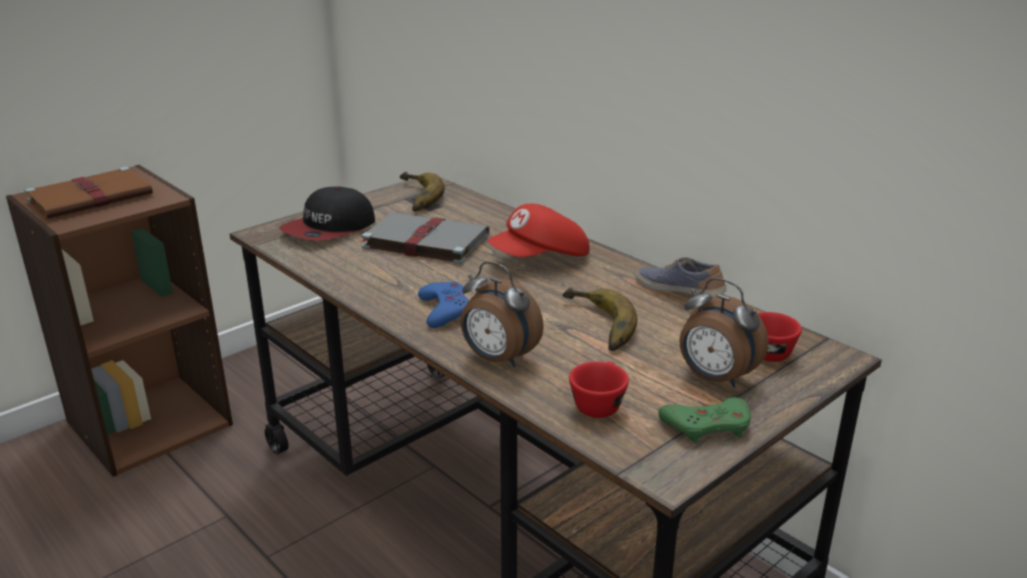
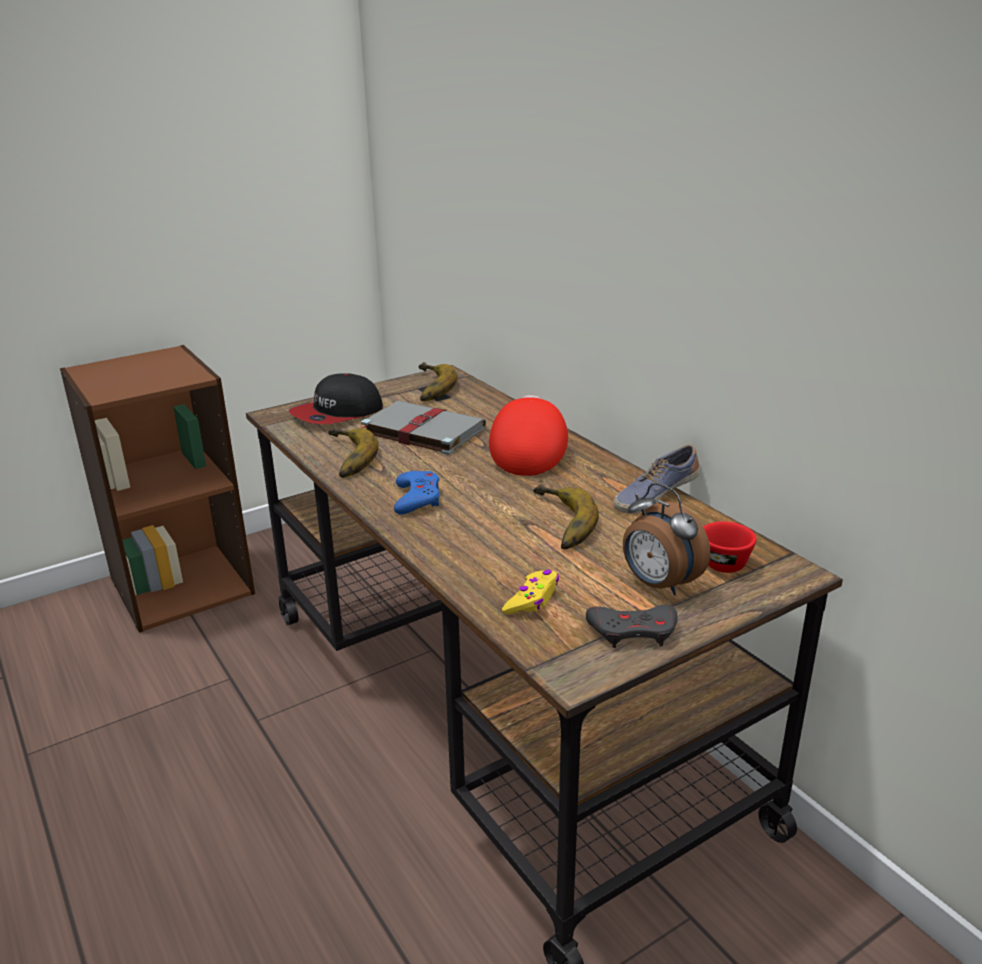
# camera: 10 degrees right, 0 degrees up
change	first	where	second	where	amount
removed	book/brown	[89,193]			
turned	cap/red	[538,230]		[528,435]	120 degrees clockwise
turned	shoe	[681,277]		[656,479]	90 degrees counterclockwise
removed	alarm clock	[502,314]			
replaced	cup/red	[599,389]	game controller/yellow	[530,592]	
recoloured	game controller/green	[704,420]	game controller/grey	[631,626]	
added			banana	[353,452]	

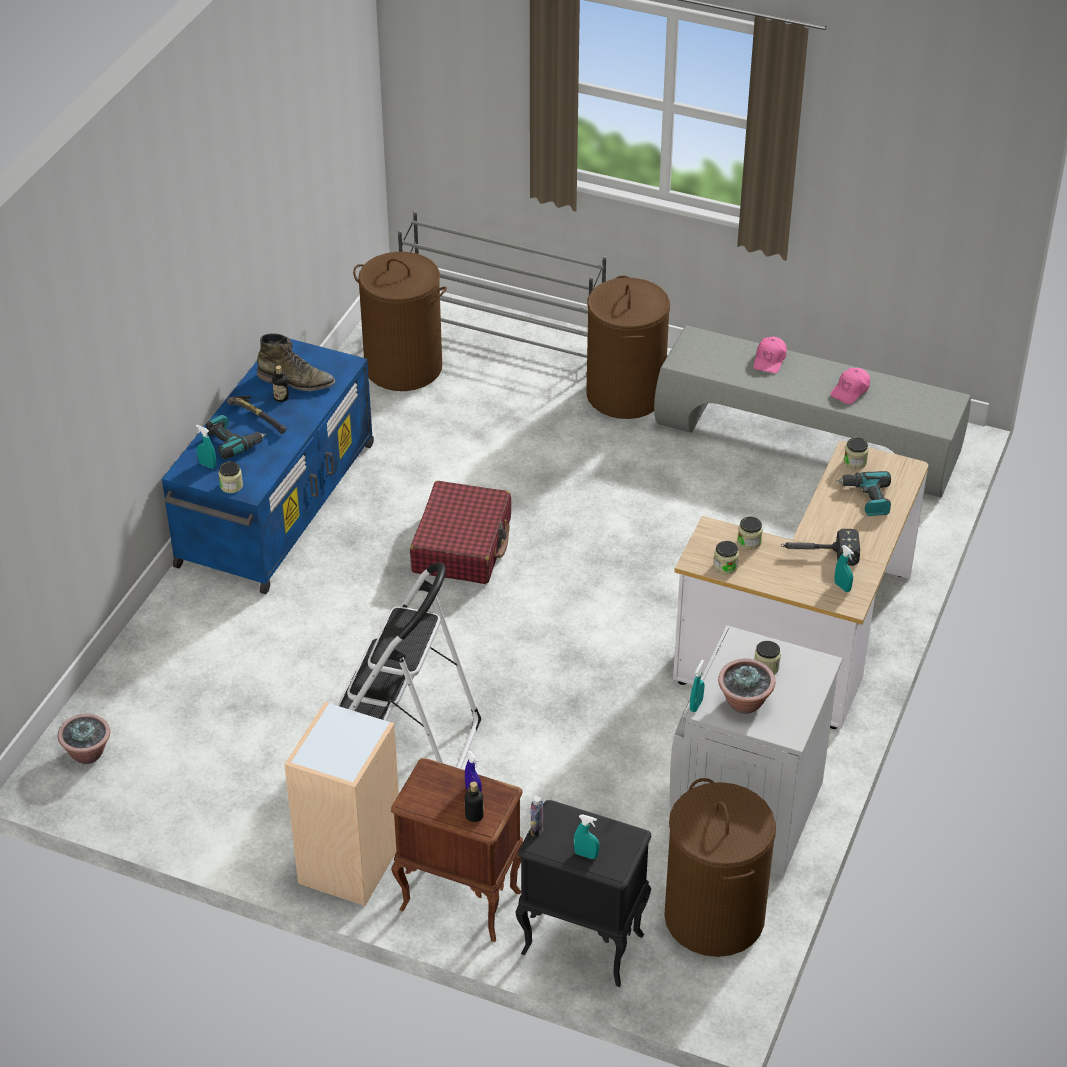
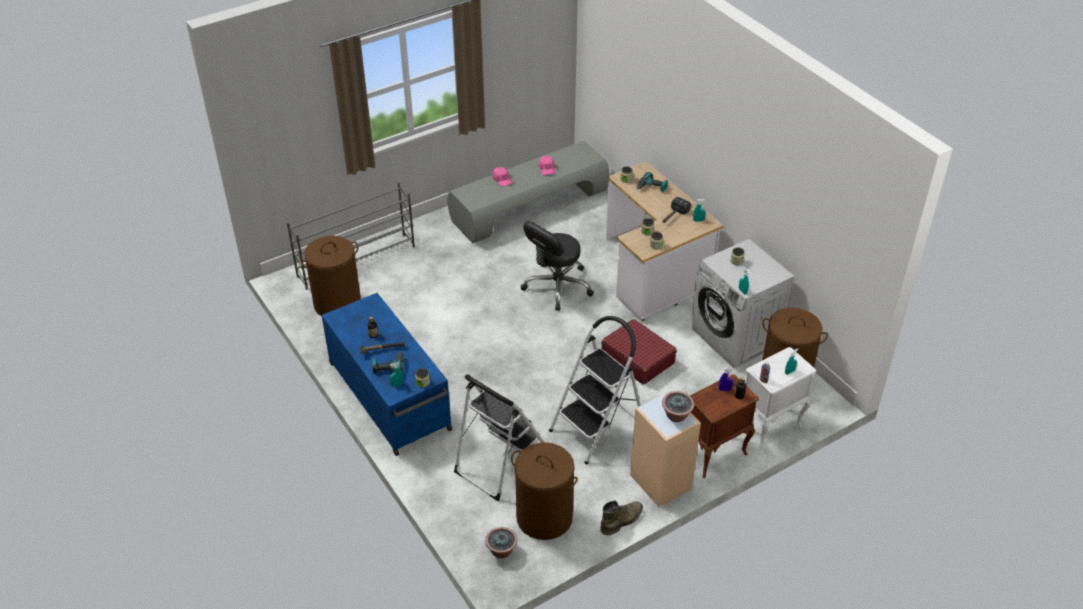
# camera: 55 degrees left, 0 degrees up
change	first	where	second	where	amount
moved	laundry basket/brown	[628,347]		[544,491]	
moved	boot/green	[296,362]		[621,517]	
moved	suitcase/red	[460,532]		[639,352]	
moved	potted plant	[746,686]		[678,406]	
recoloured	nightstand/black	[583,893]	nightstand/white	[781,398]	
added			office chair/black	[557,266]	
added			step ladder	[499,437]	

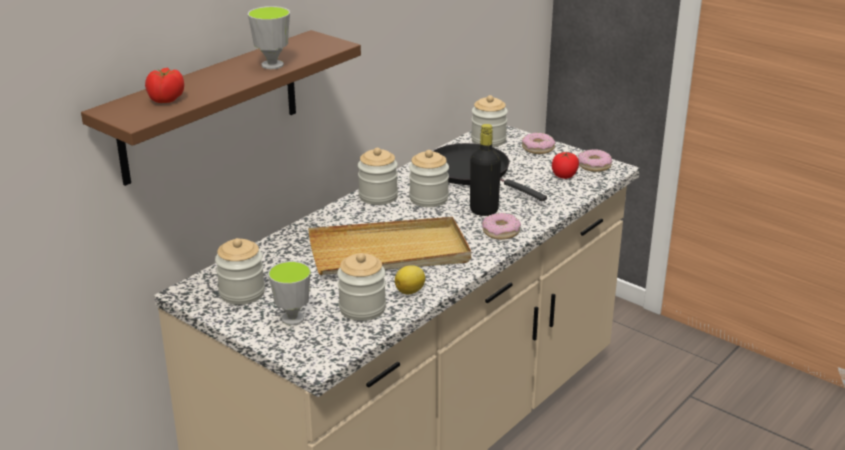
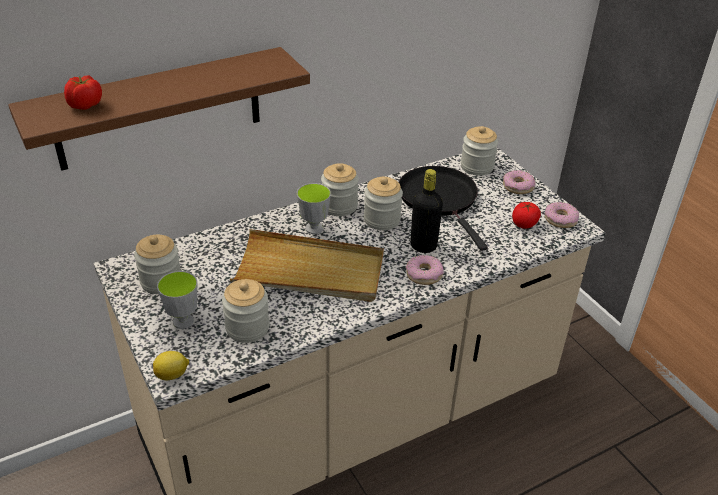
# camera: 20 degrees right, 10 degrees up
change	first	where	second	where	amount
moved	cup	[269,37]		[314,208]	
moved	lemon	[410,279]		[171,365]	

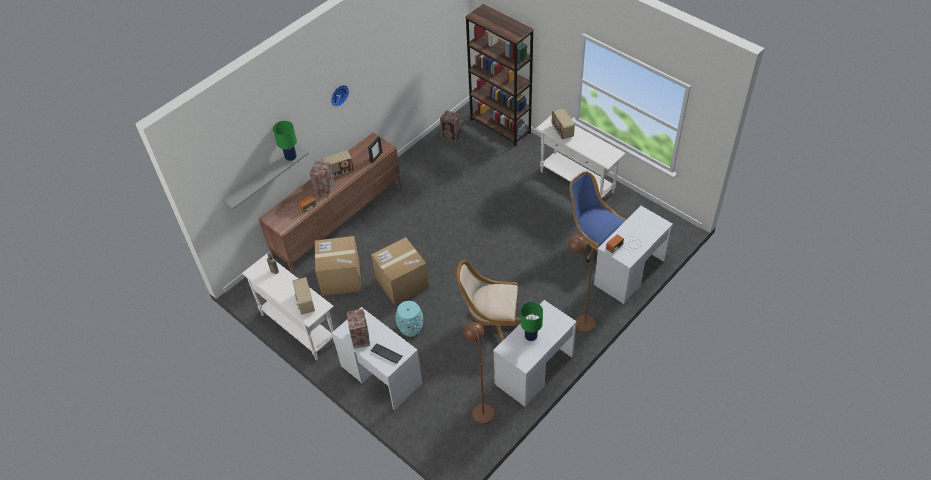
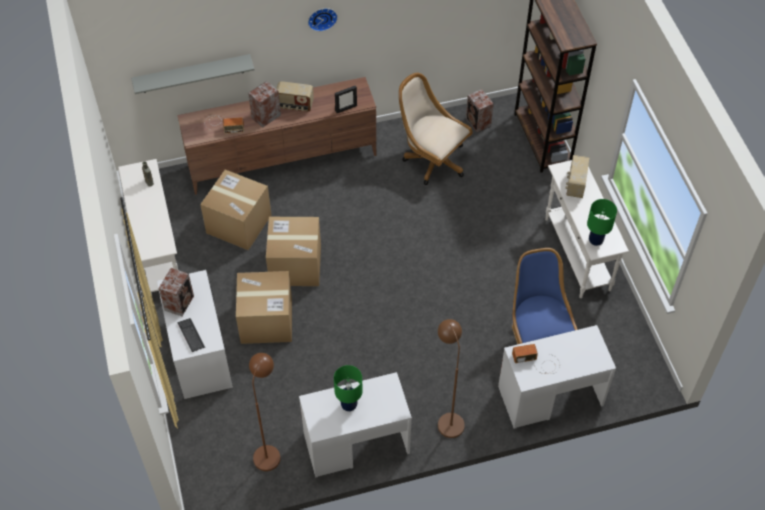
# camera: 30 degrees right, 5 degrees up
change	first	where	second	where	amount
moved	table lamp/green	[285,141]		[602,222]	
moved	office chair	[488,301]		[436,129]	
removed	radio	[303,296]			
replaced	stool/turquoise	[409,319]	cardboard box	[264,307]	

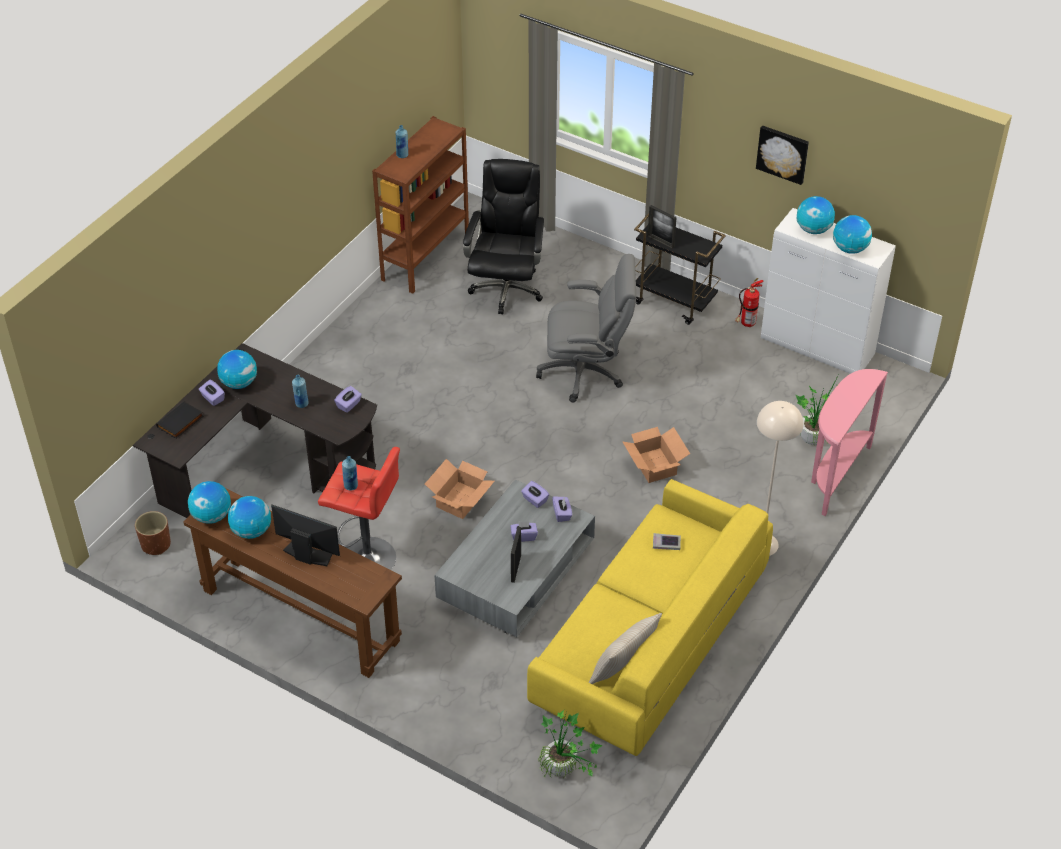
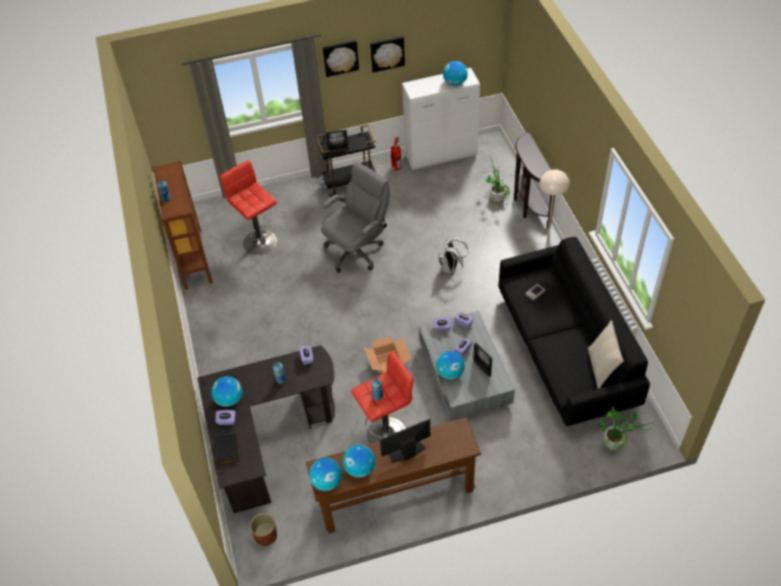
# camera: 45 degrees left, 5 degrees up
change	first	where	second	where	amount
replaced	office chair/black	[503,236]	stool/red	[248,207]	
moved	globe	[815,215]		[450,365]	
recoloured	console table/pink	[849,442]	console table/brown	[534,180]	
replaced	cardboard box	[656,455]	backpack/white	[453,255]	
recoloured	sofa/yellow	[650,617]	sofa/black	[574,331]	
added			picture	[341,58]	

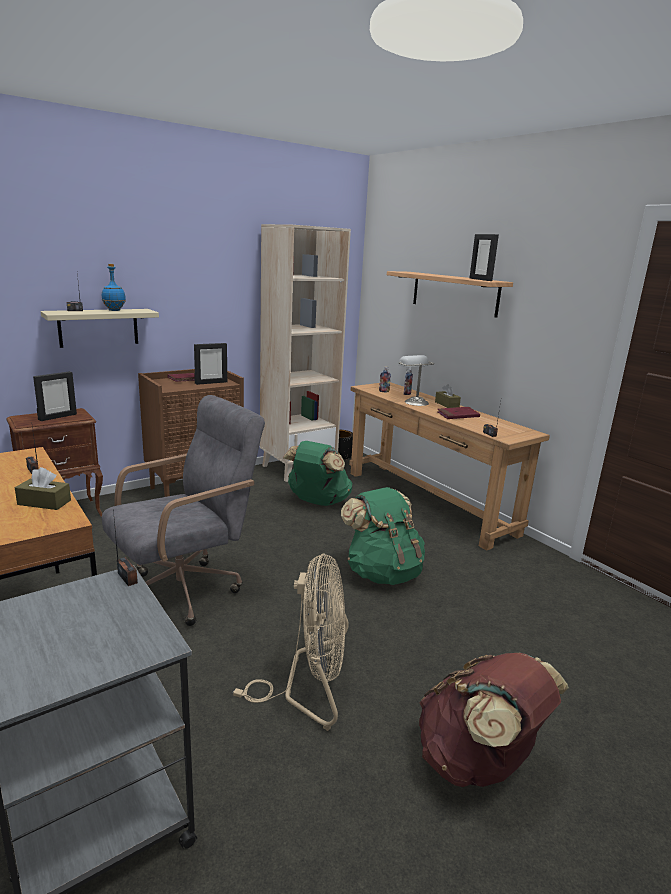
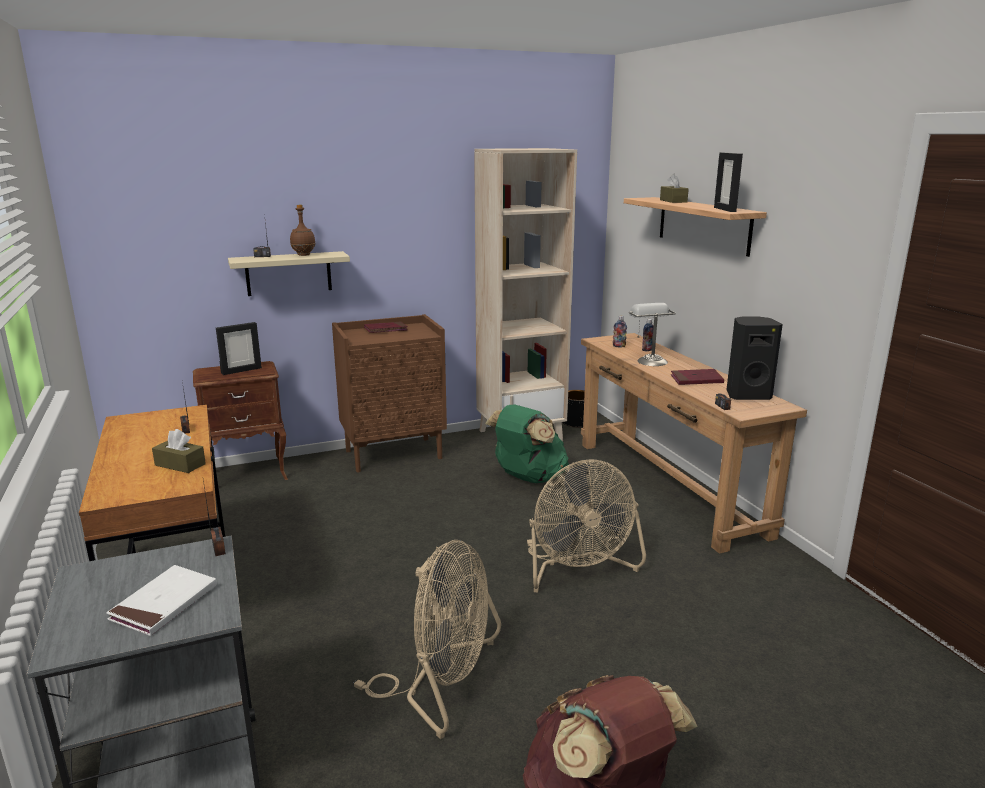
# camera: 15 degrees right, 0 degrees up
change	first	where	second	where	amount
recoloured	bottle/blue	[114,287]	bottle/brown	[303,230]	
removed	picture frame	[210,364]			
moved	tissue box/brown	[448,396]		[674,188]	
removed	office chair/grey	[183,510]			
replaced	backpack/green	[383,536]	fan/beige	[586,526]	
added			speaker/black	[755,358]	
added			book/white	[161,600]	

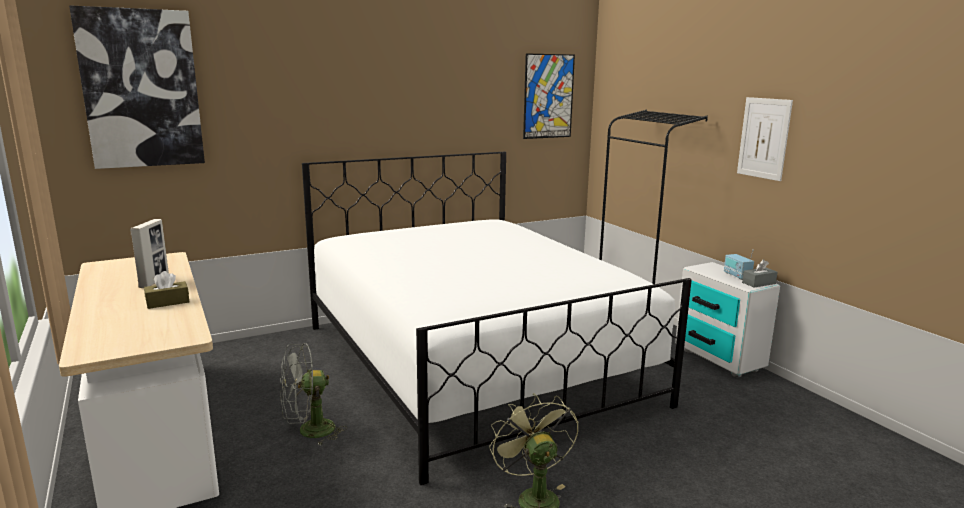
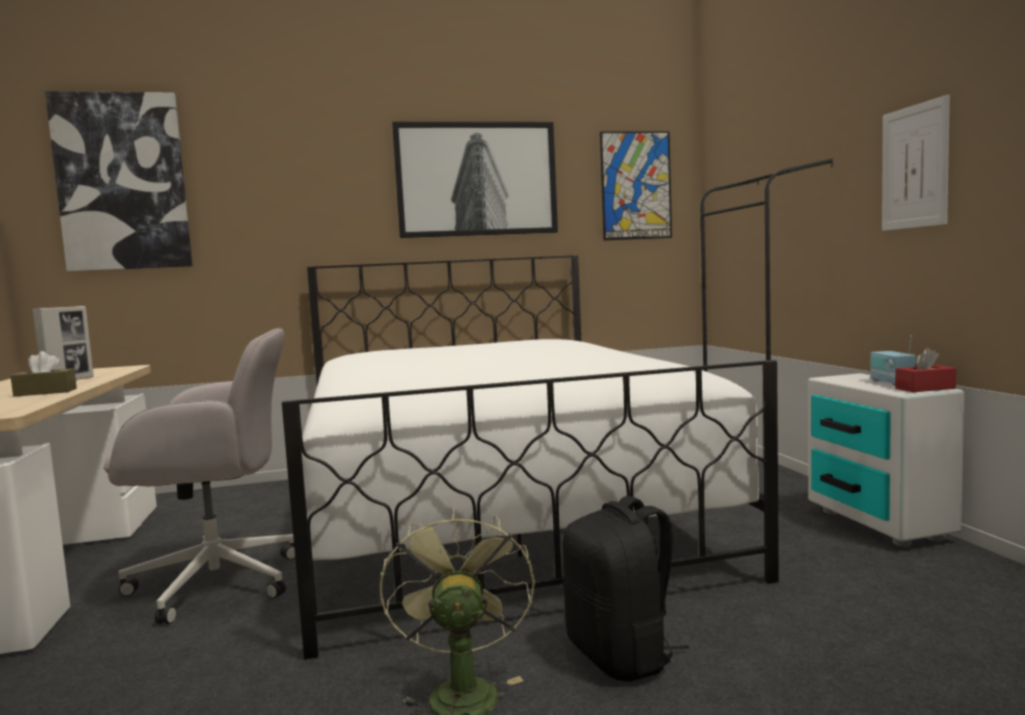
# camera: 15 degrees right, 10 degrees down
change	first	where	second	where	amount
recoloured	tissue box/grey	[760,273]	tissue box/red	[925,370]	
replaced	fan/grey	[313,394]	office chair/grey	[199,476]	
added			picture	[475,180]	
added			backpack/black	[626,589]	

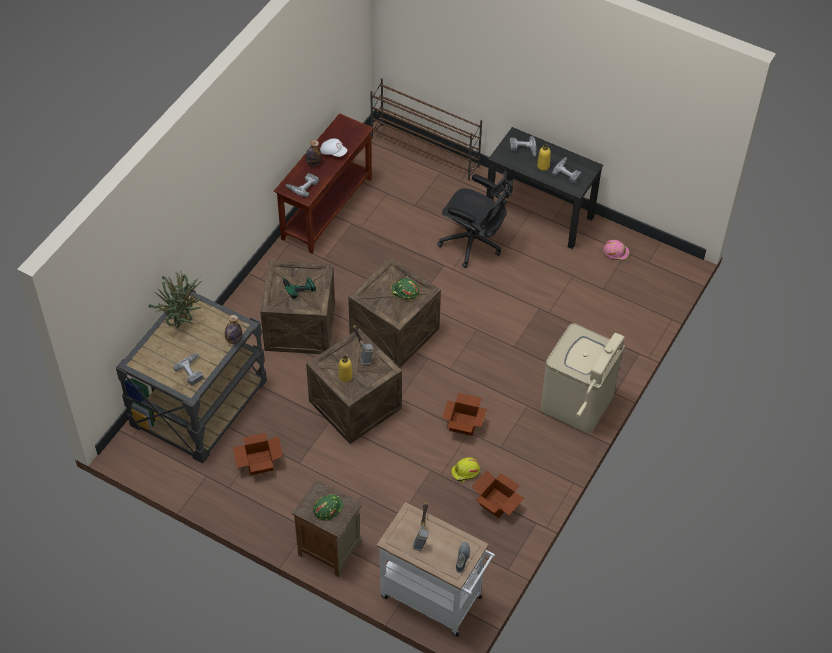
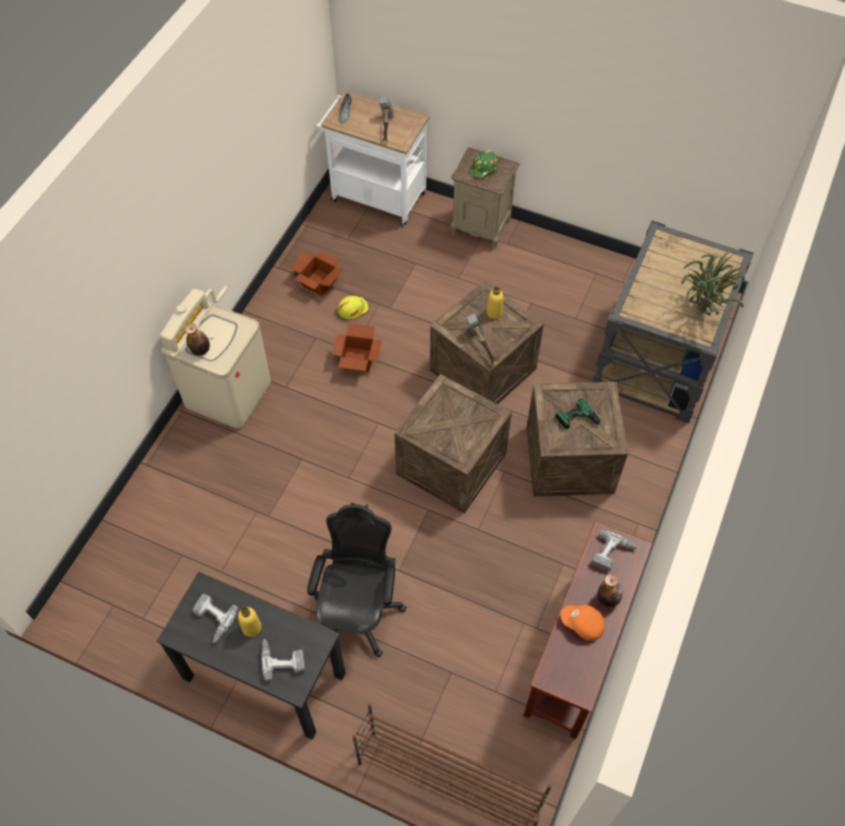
# camera: 175 degrees right, 5 degrees up
change	first	where	second	where	amount
recoloured	cap/white	[333,147]	cap/orange	[583,623]	
turned	office chair	[475,219]		[357,580]	75 degrees clockwise
removed	hard hat/pink	[616,250]			
removed	hard hat/green	[405,289]			
moved	bottle	[233,329]		[197,339]	
removed	power drill	[188,369]			
removed	cardboard box	[258,454]			

